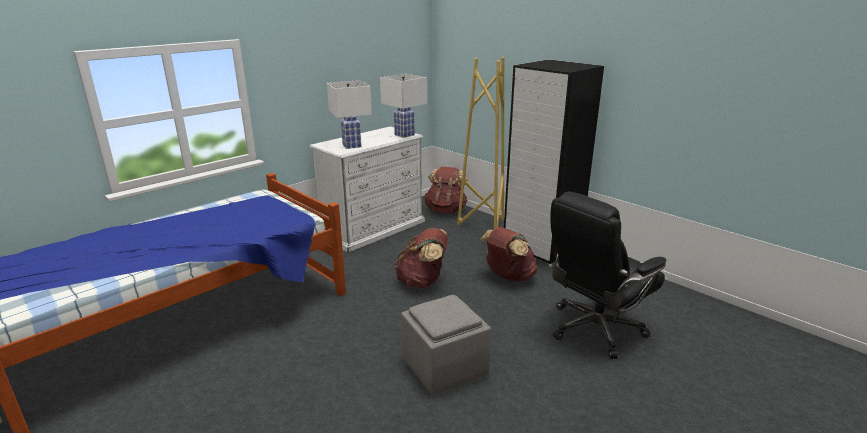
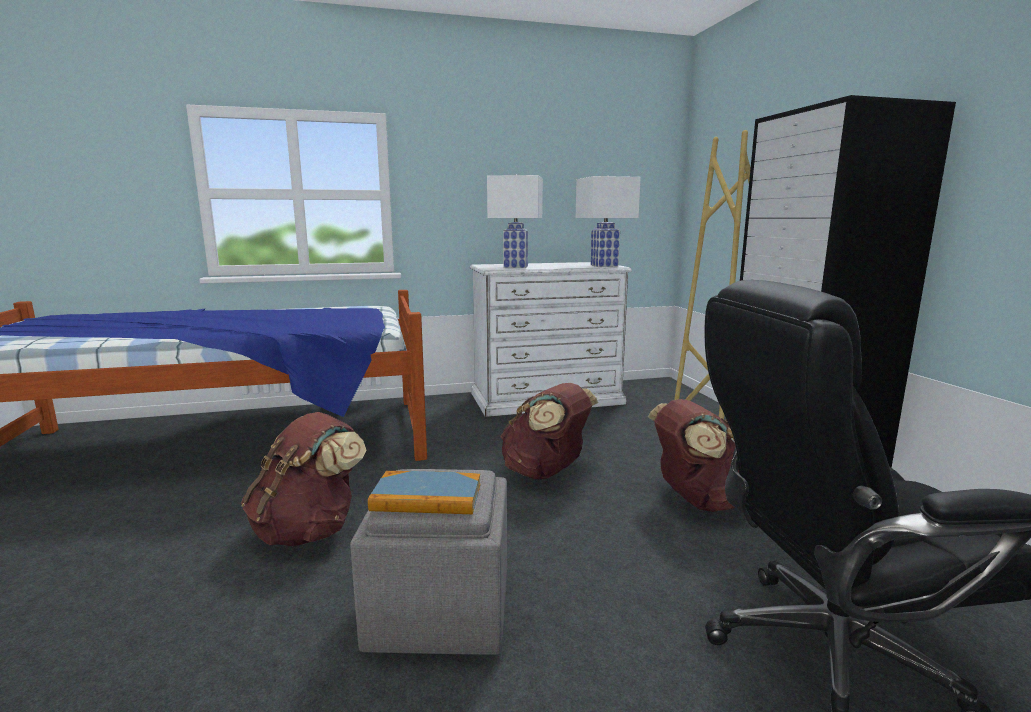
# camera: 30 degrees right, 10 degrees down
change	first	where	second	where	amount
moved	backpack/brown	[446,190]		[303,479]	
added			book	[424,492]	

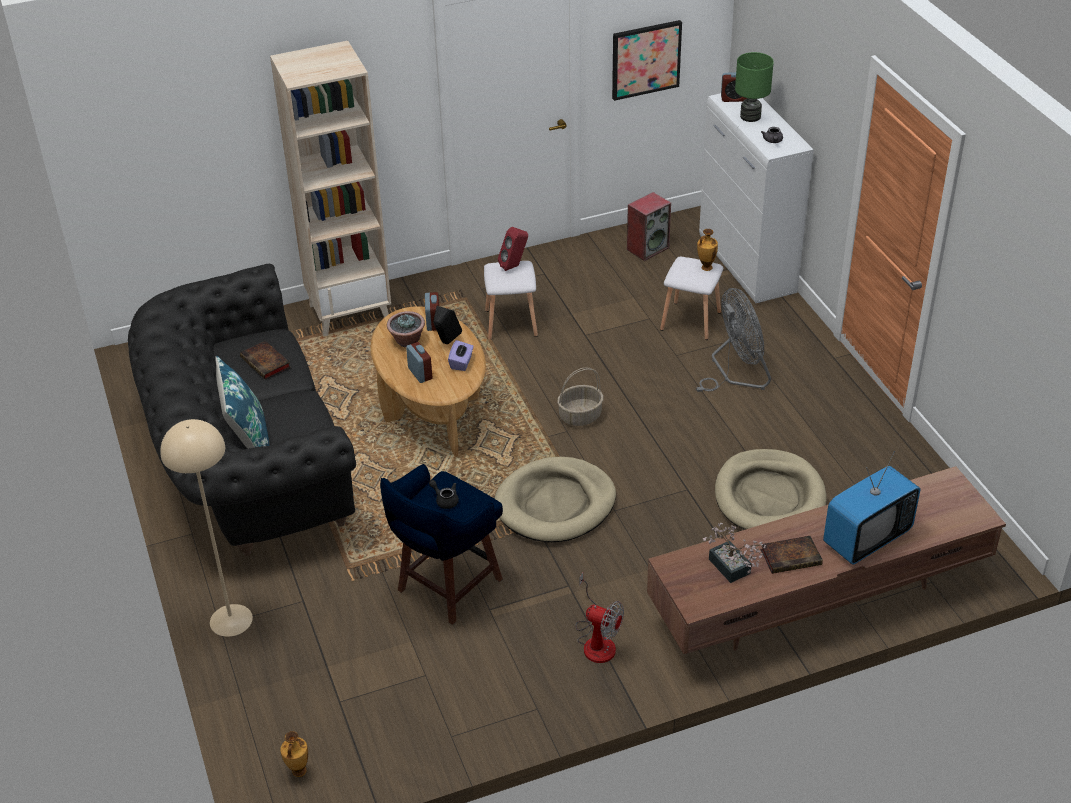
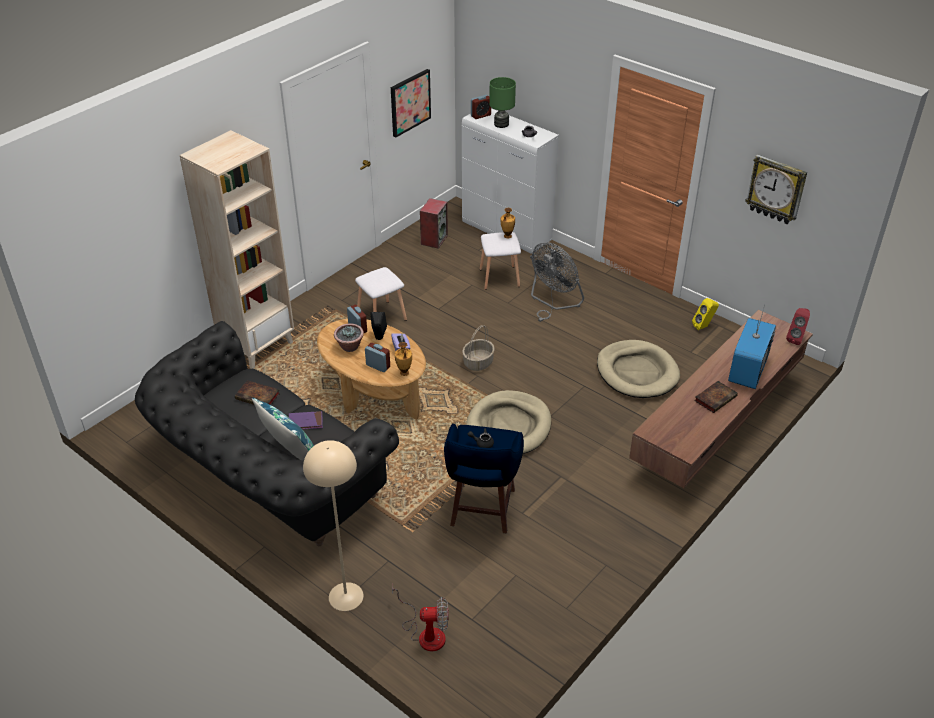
# camera: 30 degrees left, 0 degrees up
change	first	where	second	where	amount
moved	speaker/red	[513,249]		[798,326]	
removed	potted plant	[734,553]			
moved	fan	[600,618]		[420,617]	
moved	vase	[294,754]		[403,359]	
added			wall clock	[776,189]	
added			speaker/yellow	[705,314]	
added			book/purple	[306,420]	

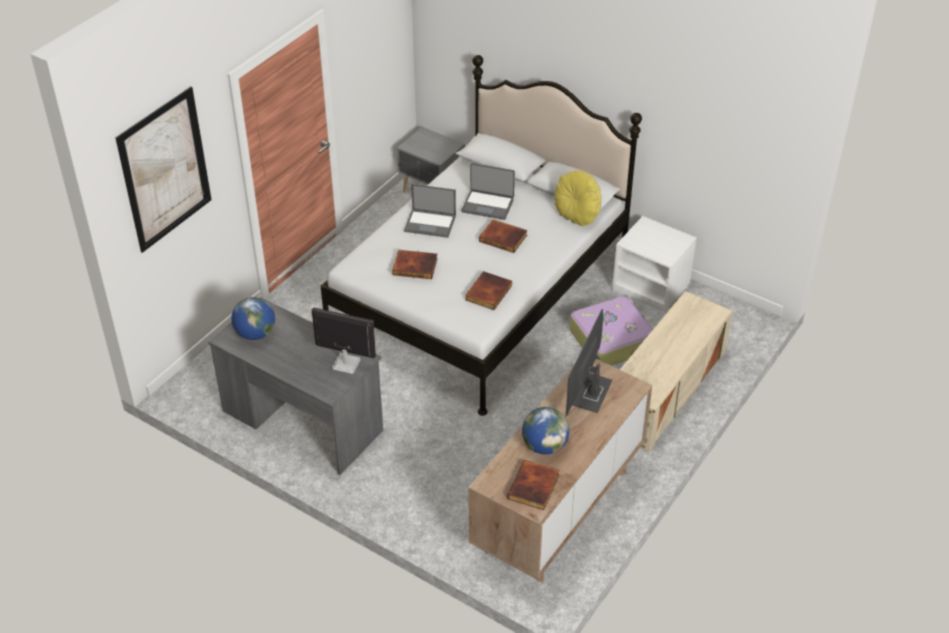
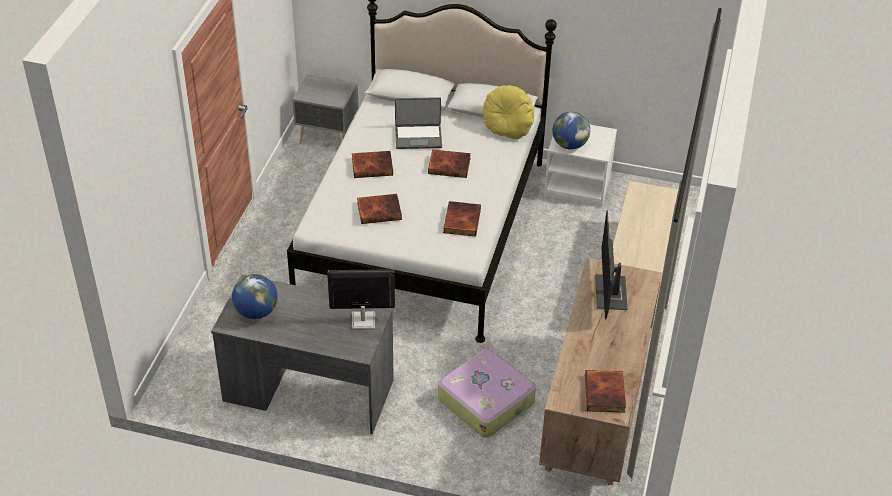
# camera: 20 degrees left, 0 degrees up
change	first	where	second	where	amount
removed	picture	[163,170]			
replaced	laptop	[430,211]	book	[372,164]	
moved	suitcase	[612,331]		[487,393]	
moved	globe	[545,431]		[571,131]	

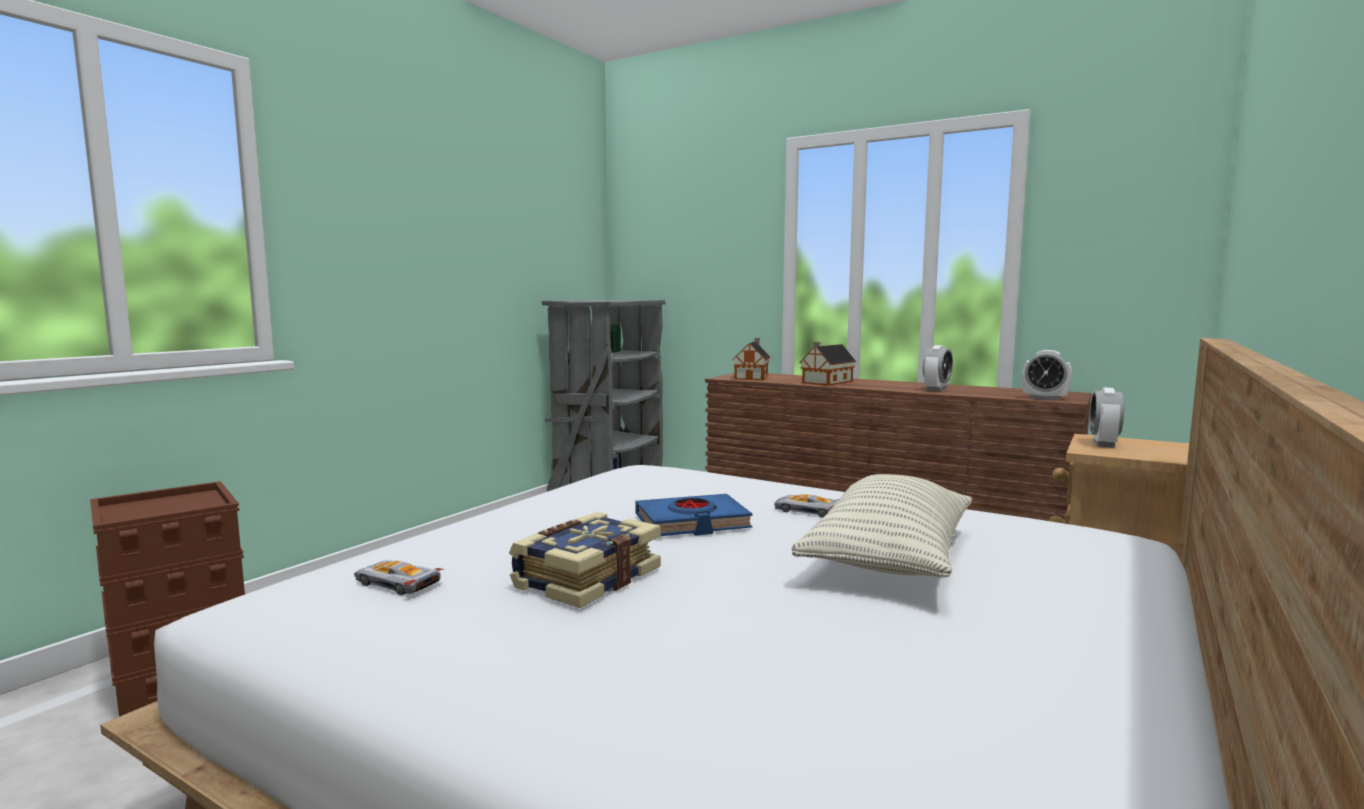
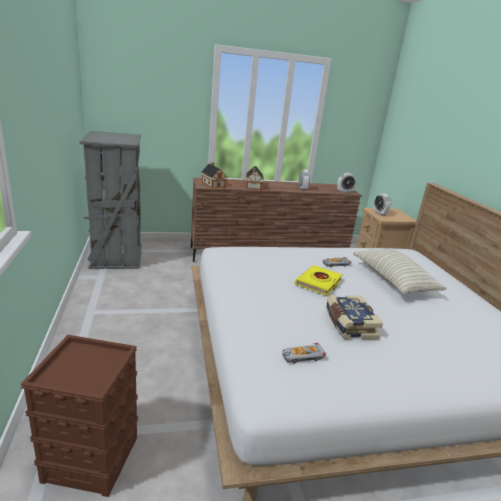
# camera: 45 degrees left, 15 degrees up
change	first	where	second	where	amount
recoloured	book/blue	[693,515]	book/yellow	[319,280]	

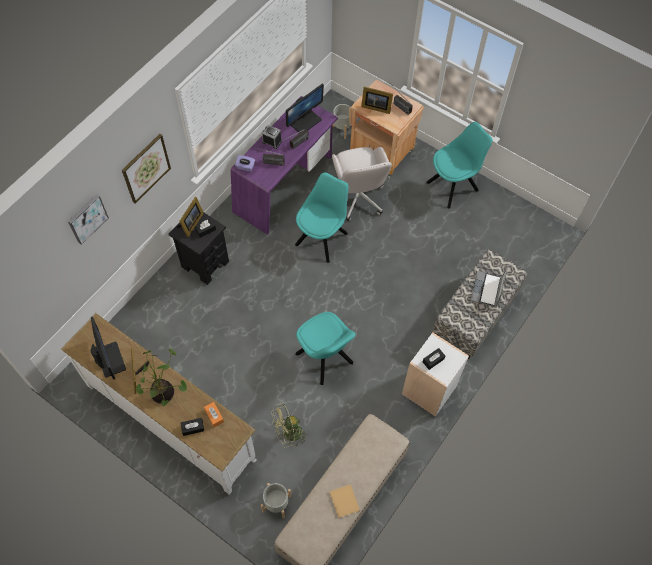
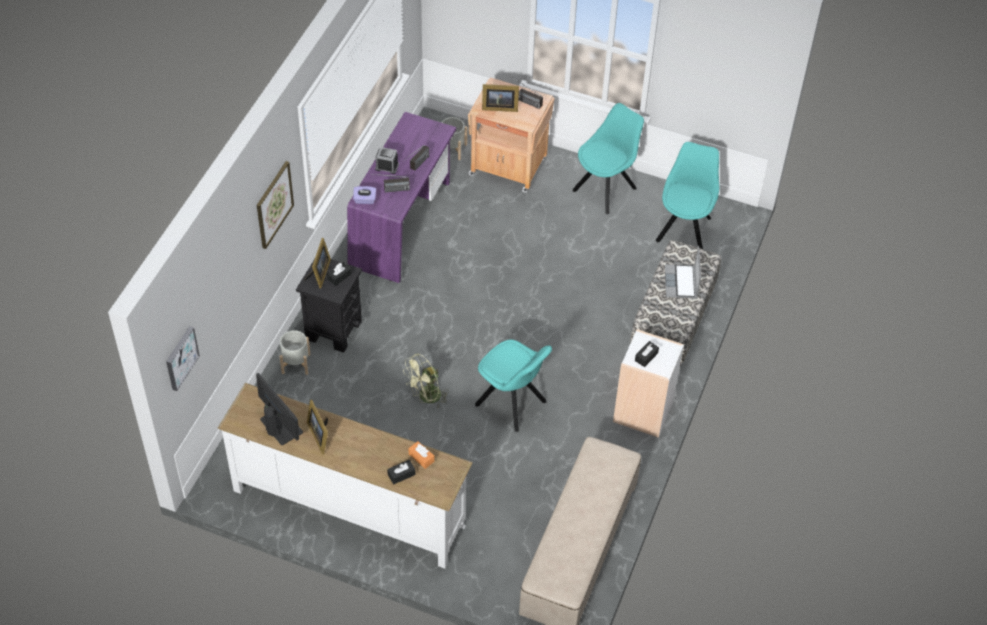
# camera: 15 degrees left, 10 degrees down
change	first	where	second	where	amount
removed	monitor	[305,108]			
removed	office chair/white	[362,183]			
moved	chair/turquoise	[322,217]		[687,195]	
moved	picture	[88,219]		[183,358]	
removed	potted plant	[161,377]			
moved	fan/green	[290,425]		[426,380]	
moved	planter/grey	[276,501]		[294,352]	
removed	book/beige	[344,501]			

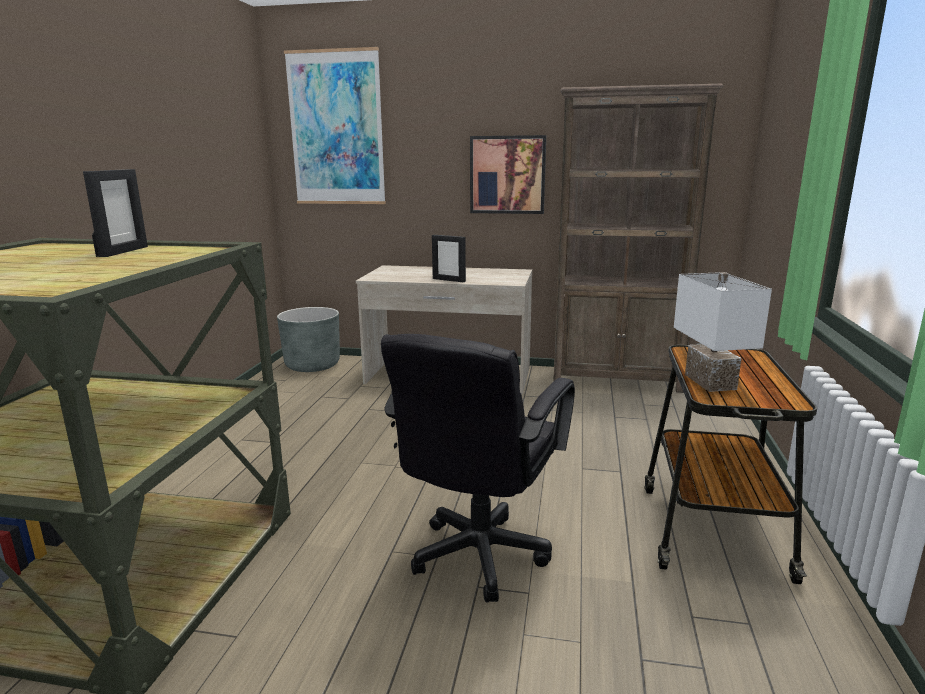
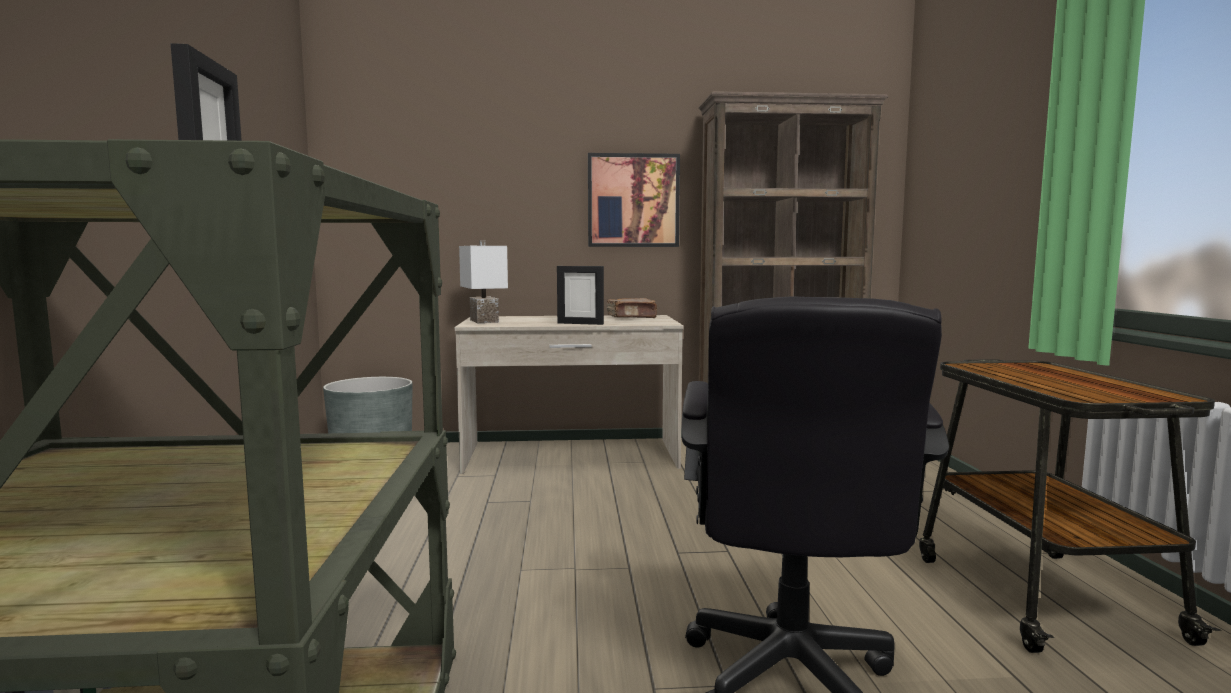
# camera: 15 degrees left, 10 degrees down
change	first	where	second	where	amount
removed	picture	[335,125]			
moved	table lamp/white	[723,332]		[483,281]	
added			book/brown	[632,308]	

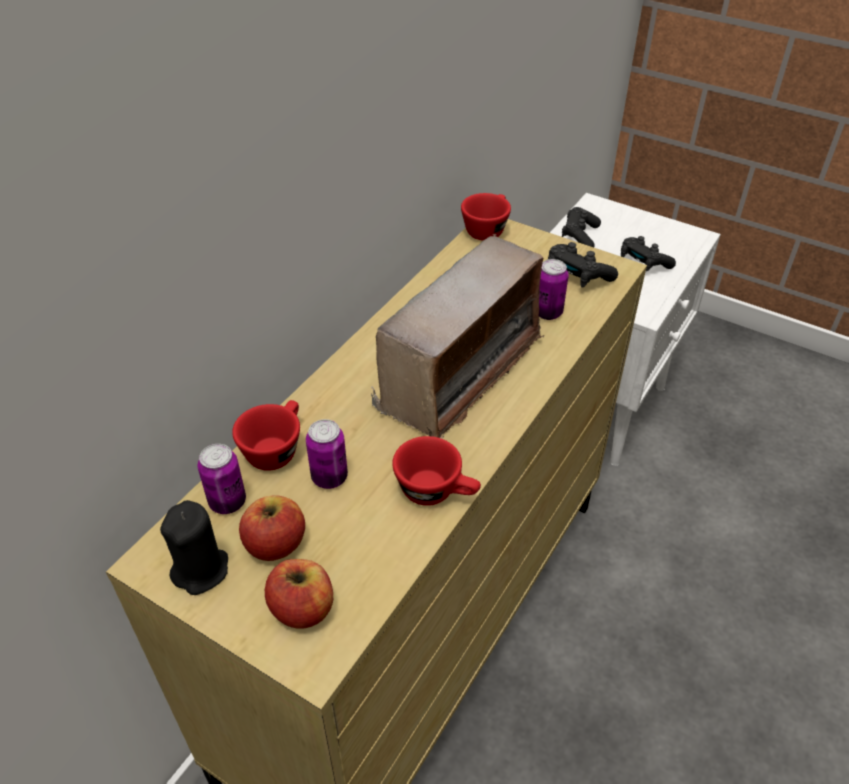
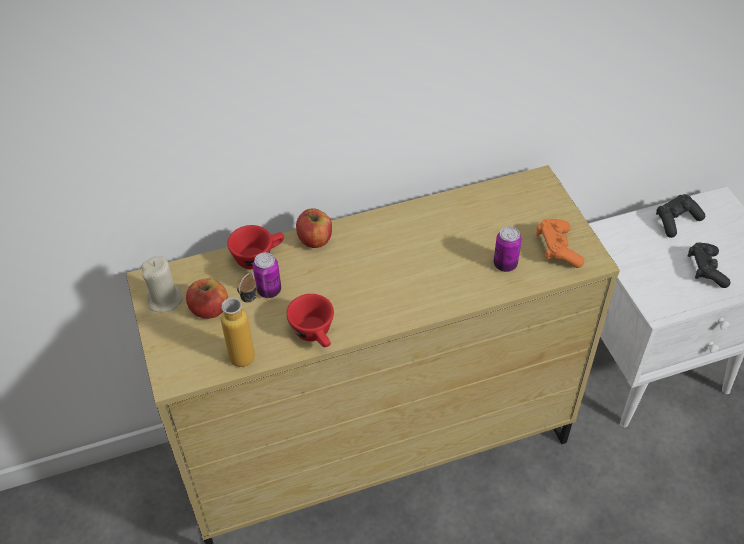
# camera: 40 degrees right, 5 degrees up
change	first	where	second	where	amount
removed	cup/red	[486,217]			
removed	radio	[457,336]			
recoloured	game controller/black	[583,264]	game controller/orange	[560,243]	
removed	can	[222,479]			
recoloured	candle/black	[194,547]	candle/beige	[162,284]	
moved	apple	[299,594]		[314,228]	
added			bottle	[239,320]	

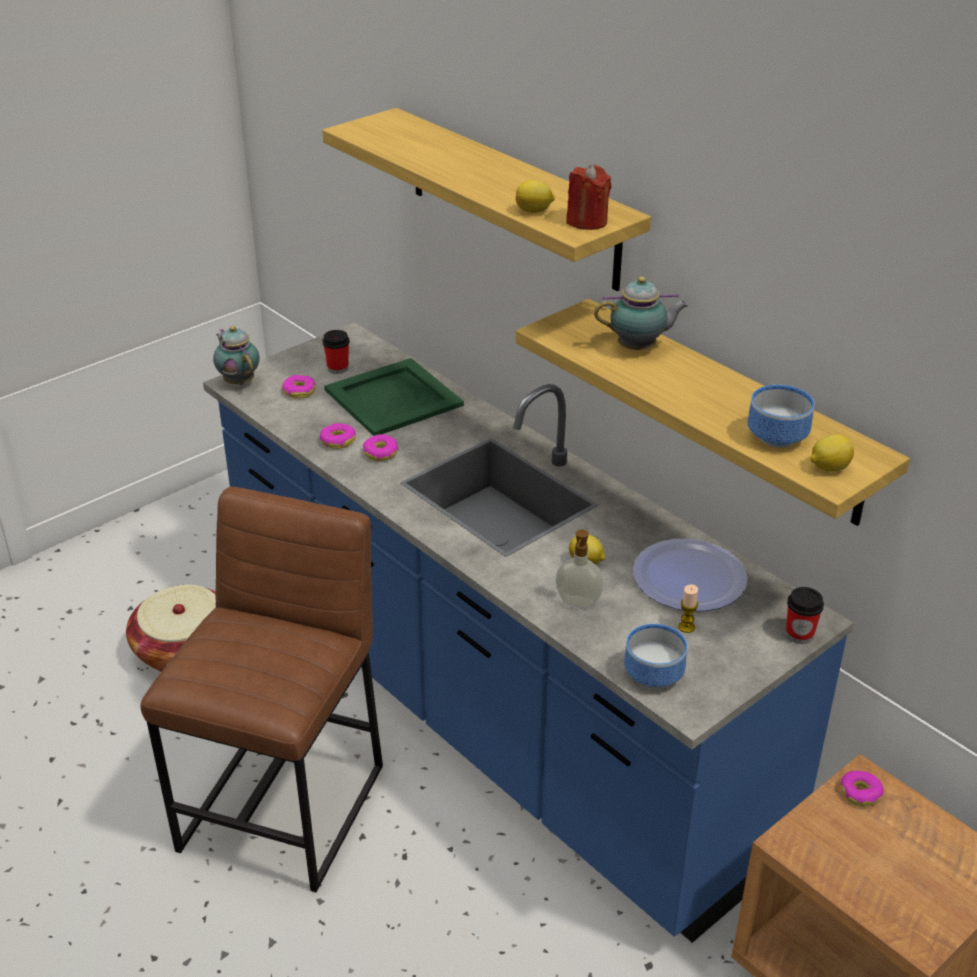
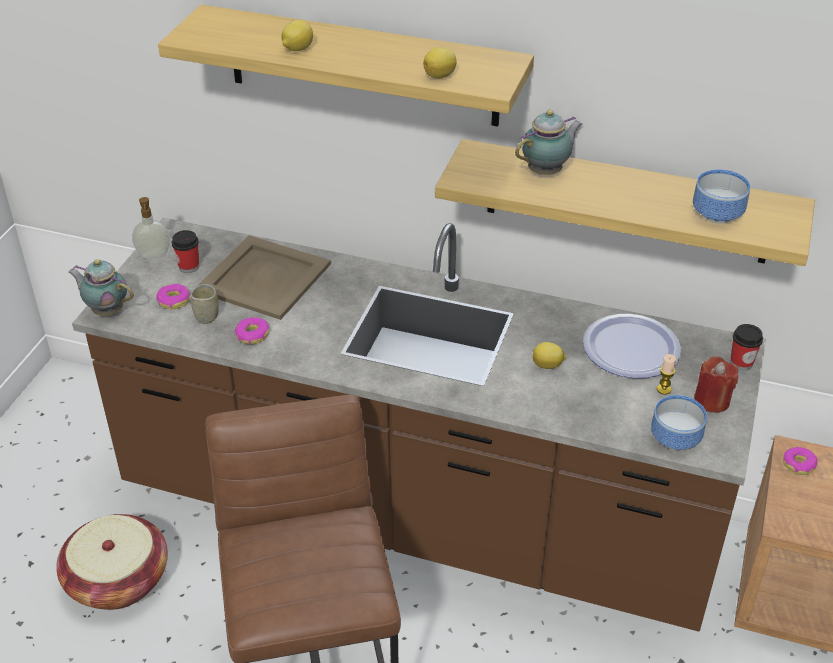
# camera: 30 degrees left, 5 degrees up
change	first	where	second	where	amount
moved	candle/red	[589,197]		[716,384]	
recoloured	counter/blue	[528,632]	counter/brown	[419,425]	
recoloured	tray/green	[394,397]	tray/beige	[263,277]	
removed	donut	[381,447]			
moved	lemon	[832,453]		[297,35]	
moved	soap dispenser	[579,568]		[151,227]	
added			cup	[205,304]	

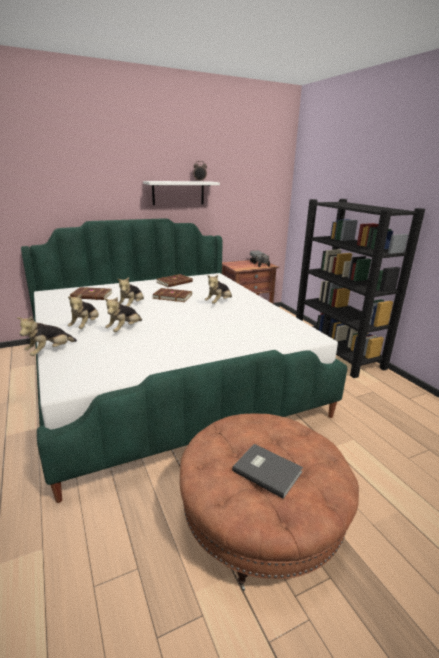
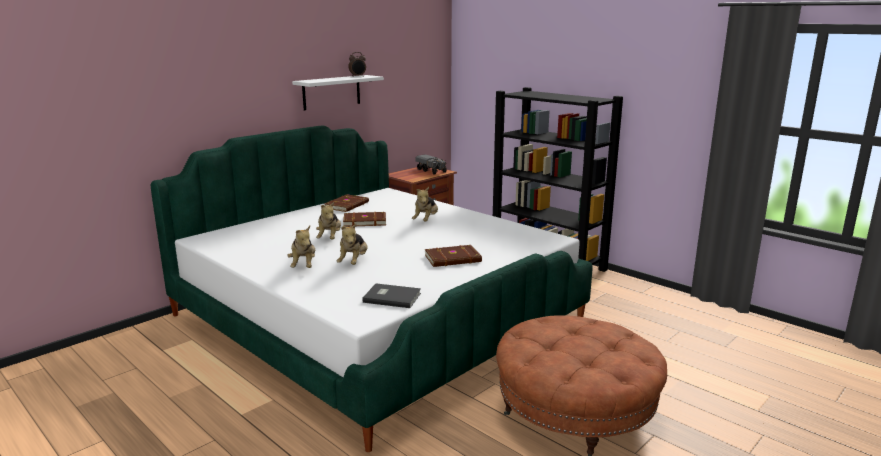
# camera: 20 degrees left, 5 degrees down
change	first	where	second	where	amount
moved	book/brown	[91,293]		[453,256]	
removed	plush toy	[47,336]			
moved	book/grey	[267,471]		[391,296]	

